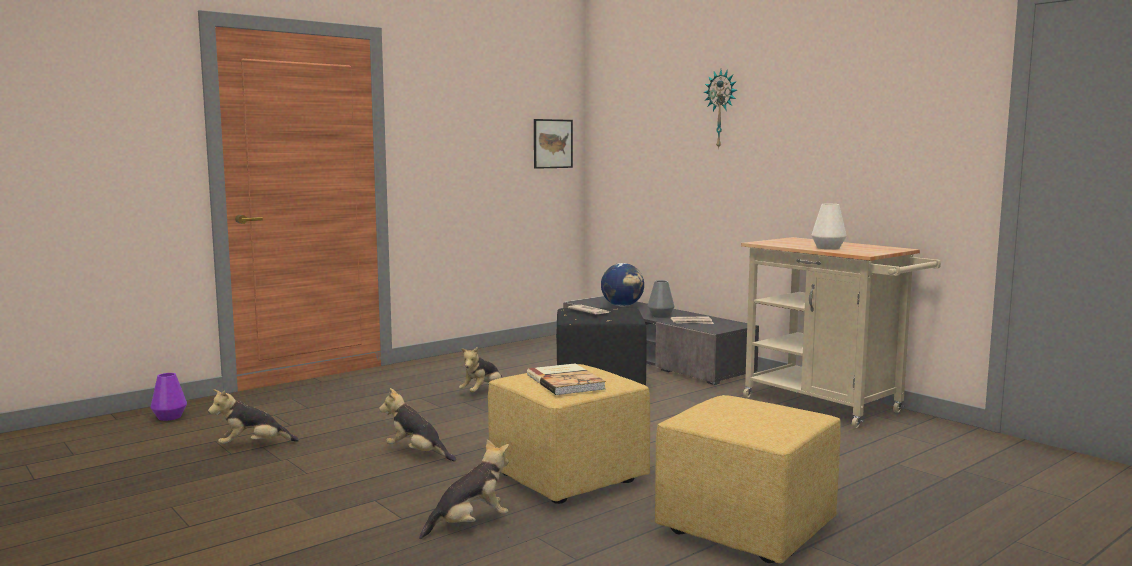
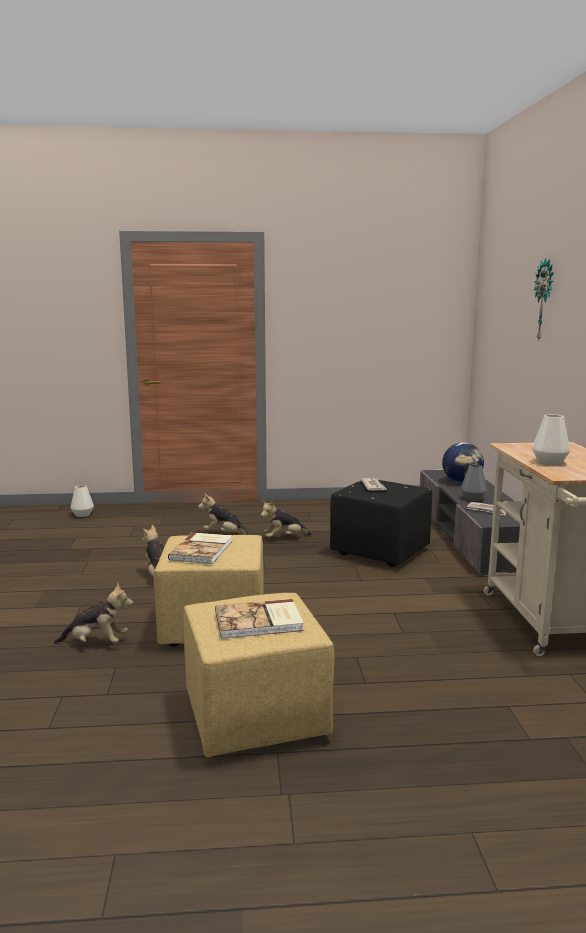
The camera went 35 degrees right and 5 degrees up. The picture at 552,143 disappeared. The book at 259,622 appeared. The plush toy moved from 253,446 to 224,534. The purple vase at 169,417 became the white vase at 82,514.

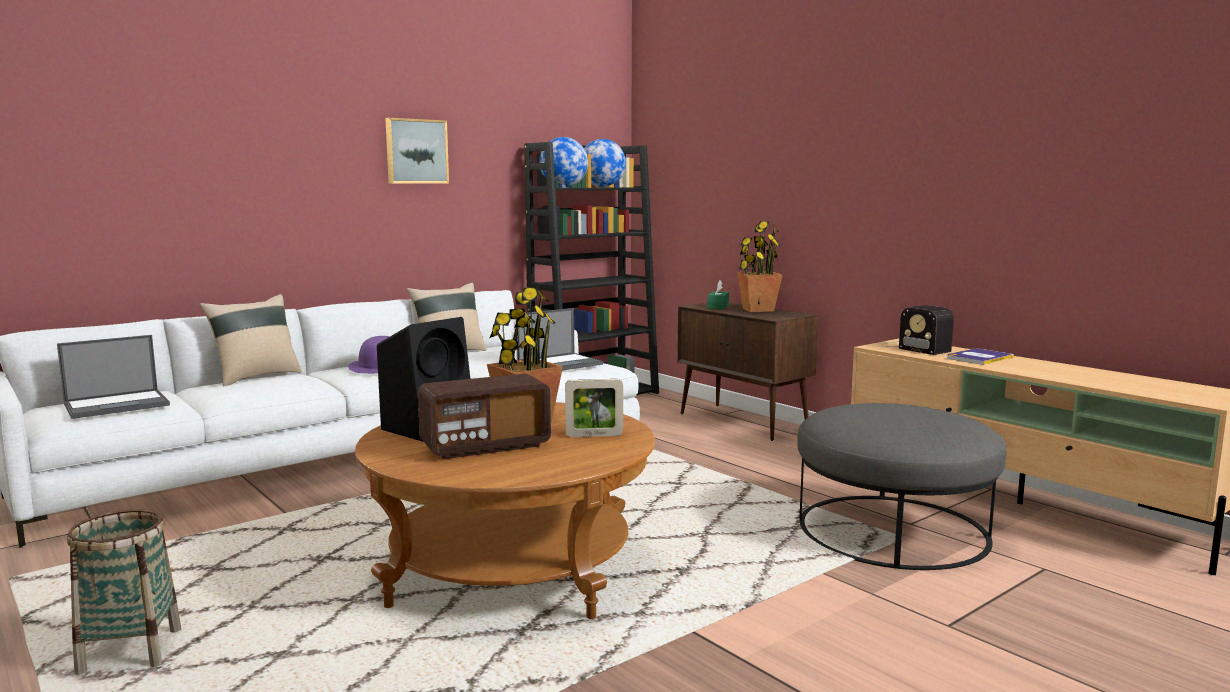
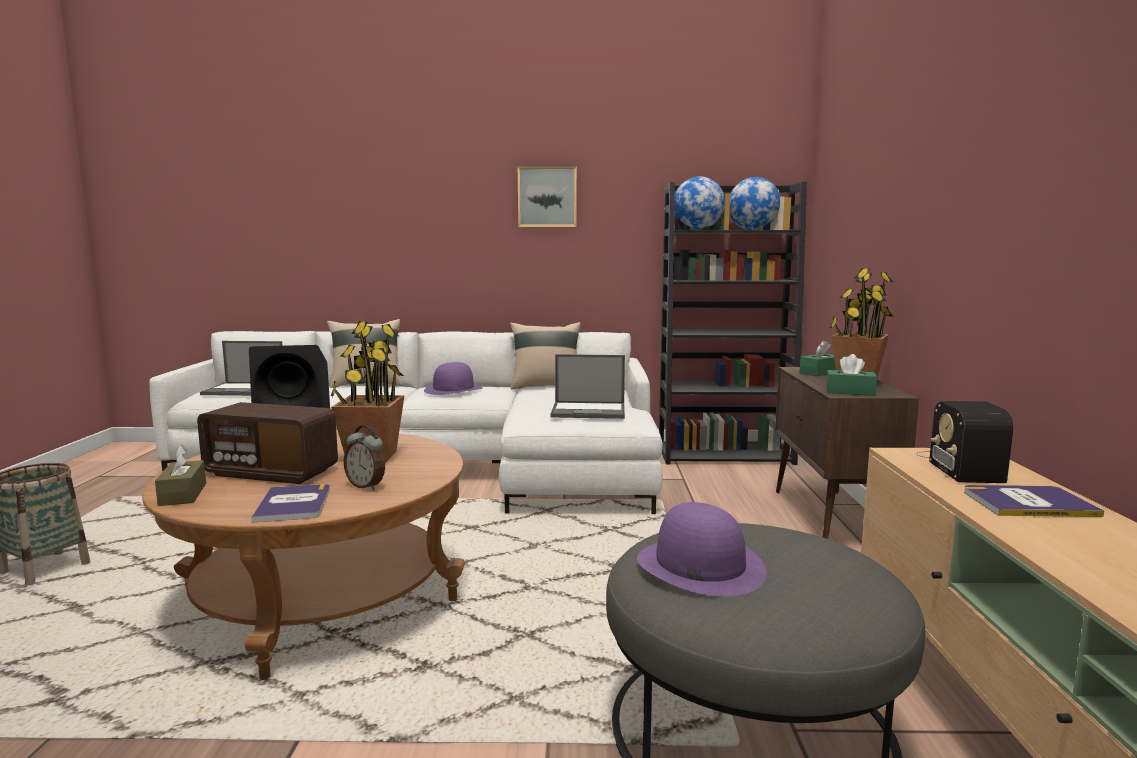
The camera went 40 degrees right and 0 degrees up. The brown tissue box at 183,494 appeared. The book at 293,504 appeared. The purple hat at 699,565 appeared. The green tissue box at 850,392 appeared. The picture frame at 594,435 was replaced by the alarm clock at 366,486.

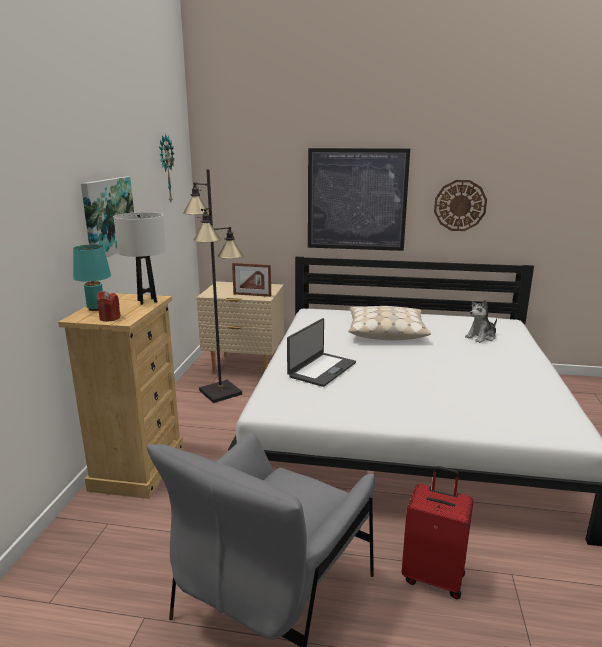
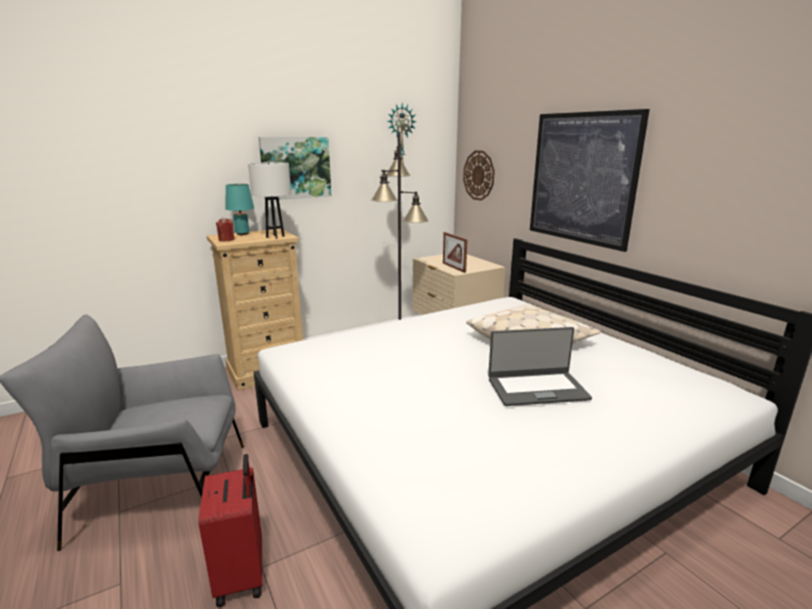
The camera went 50 degrees right and 0 degrees up. The plush toy at 481,337 disappeared. The laptop moved from 321,369 to 537,388. The wall clock moved from 460,205 to 479,175.

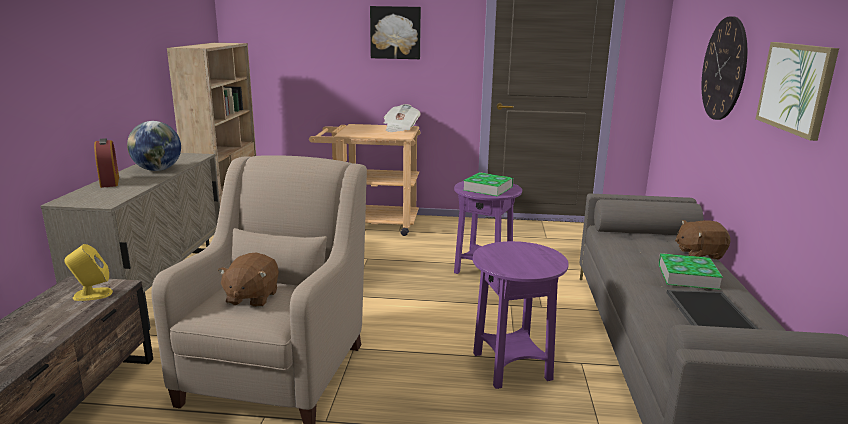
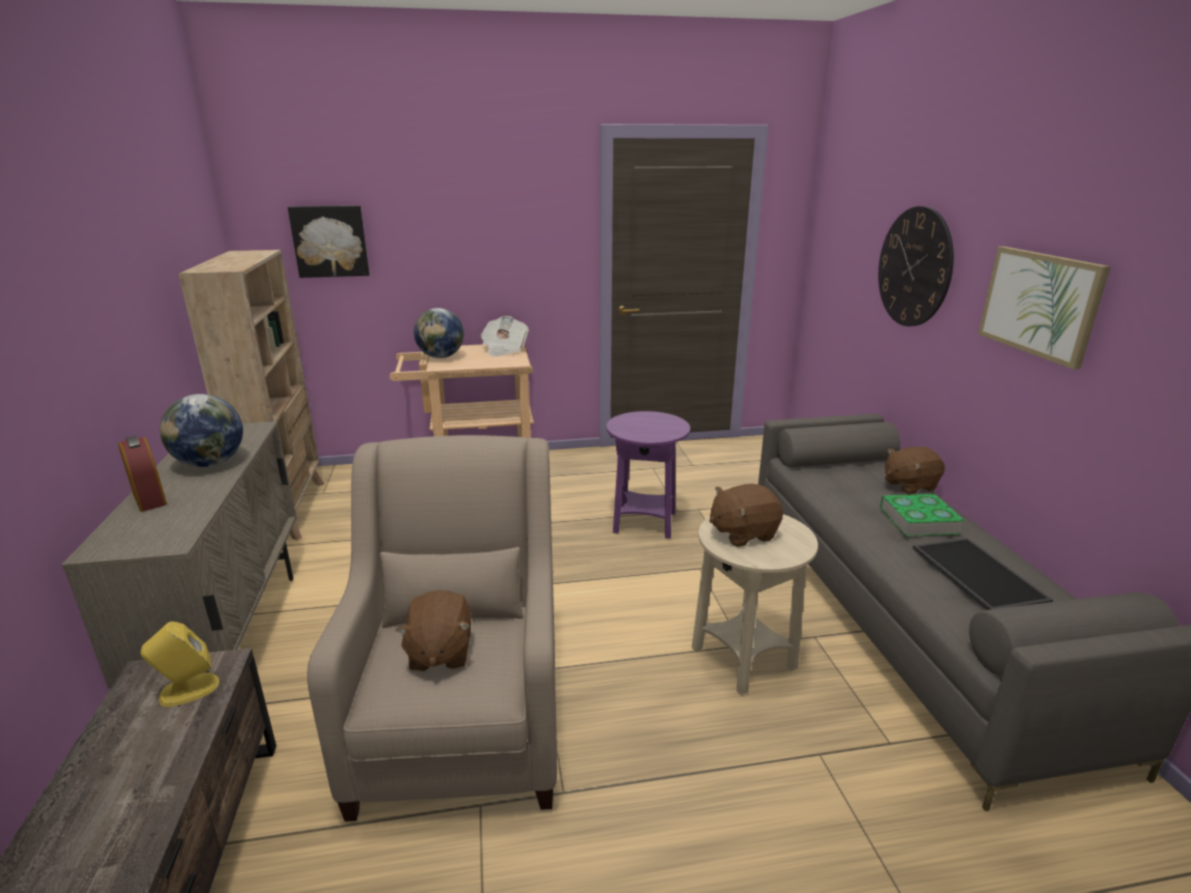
The camera went 15 degrees left and 5 degrees up. The book at 488,188 disappeared. The globe at 441,357 appeared. The brown plush toy at 742,533 appeared. The picture moved from 395,32 to 330,241. The purple side table at 512,367 became the beige side table at 744,659.

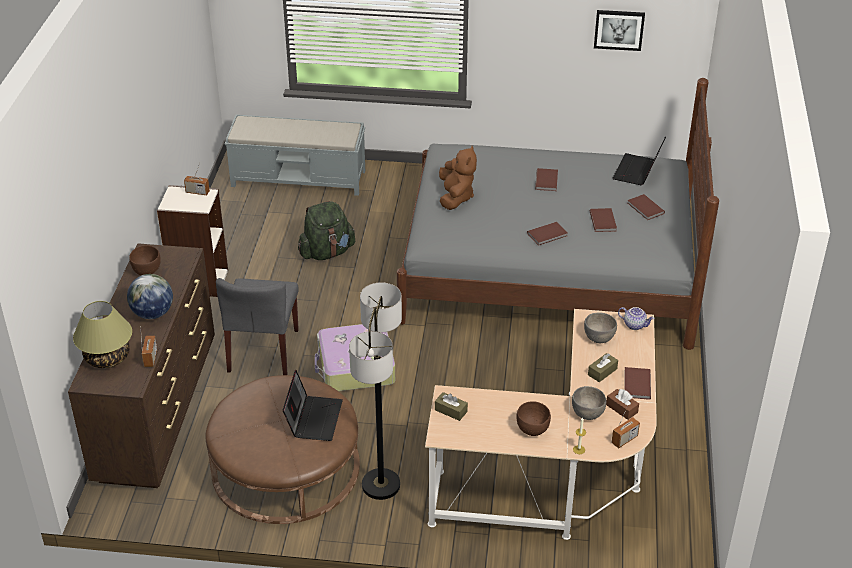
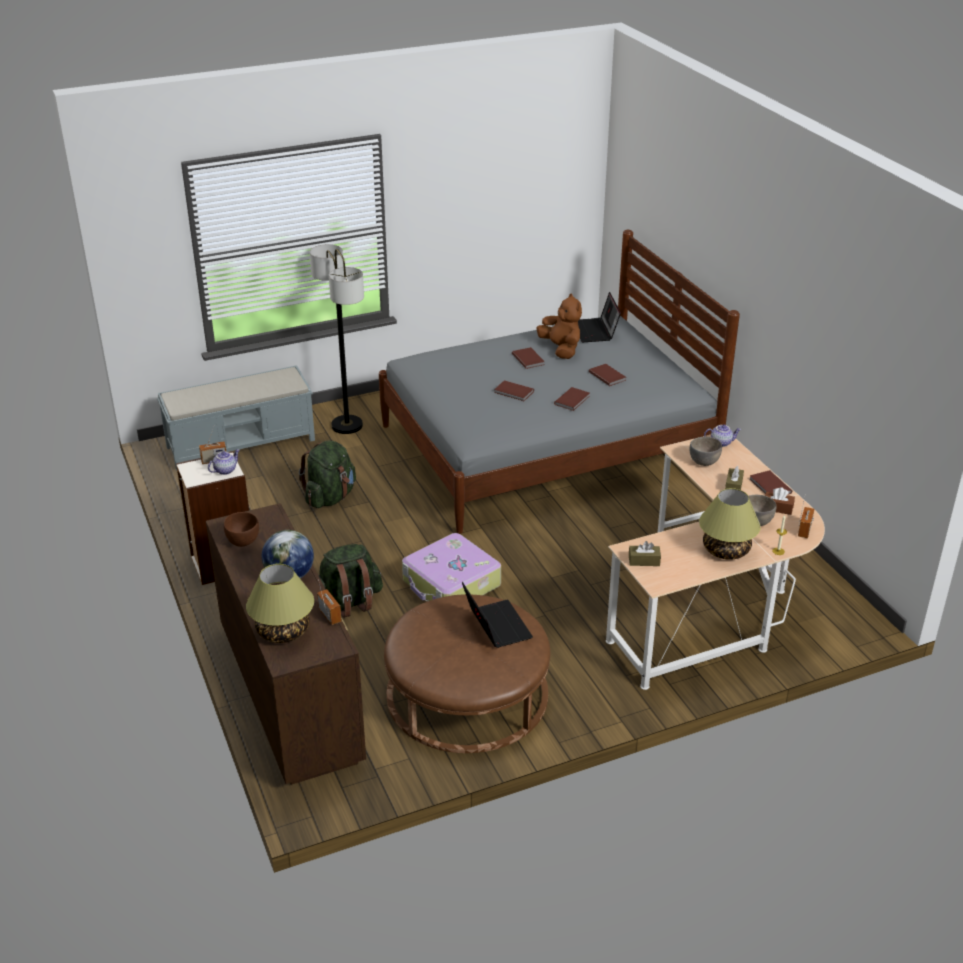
The camera went 30 degrees left and 5 degrees down. The picture at 619,29 disappeared. The teapot at 225,470 appeared. The floor lamp moved from 381,485 to 347,425. The brown plush toy moved from 455,197 to 561,349. The brown book moved from 645,209 to 514,392. The grey chair at 263,351 was replaced by the green backpack at 349,602. The brown bowl at 532,430 was replaced by the table lamp at 726,550.

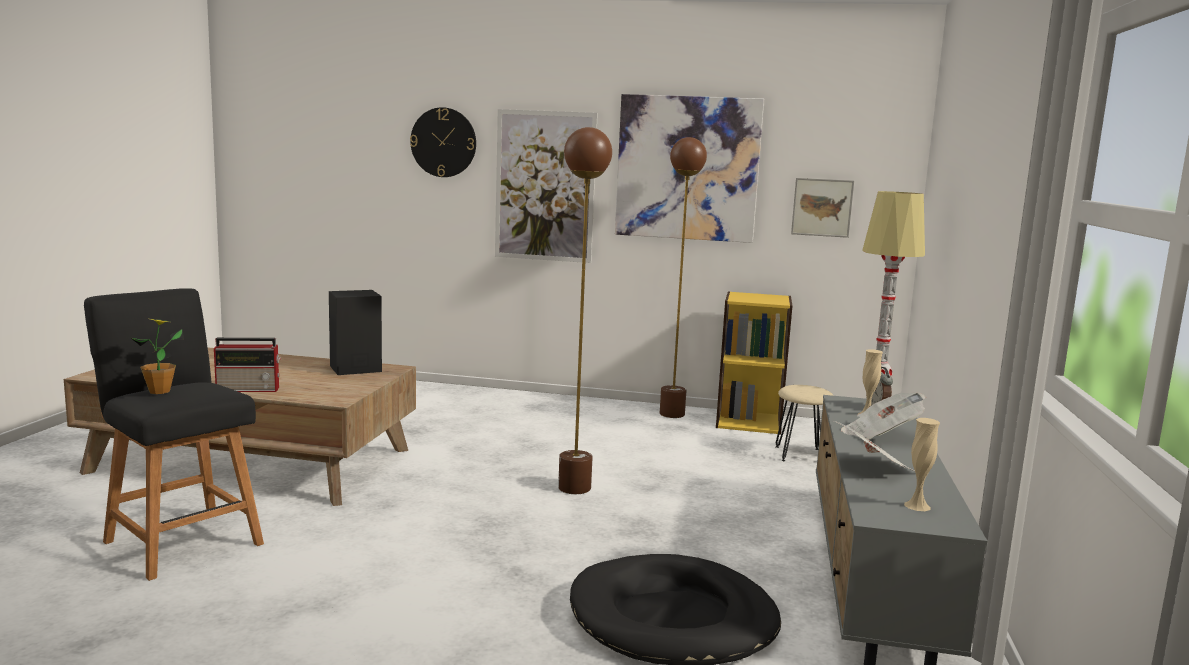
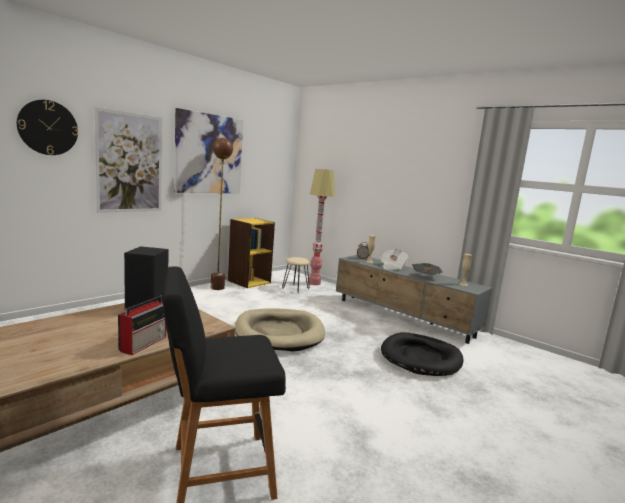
The camera went 60 degrees left and 0 degrees up. The potted plant at 159,391 disappeared. The picture at 822,207 disappeared. The brown floor lamp at 574,488 was replaced by the beige dog bed at 279,333.

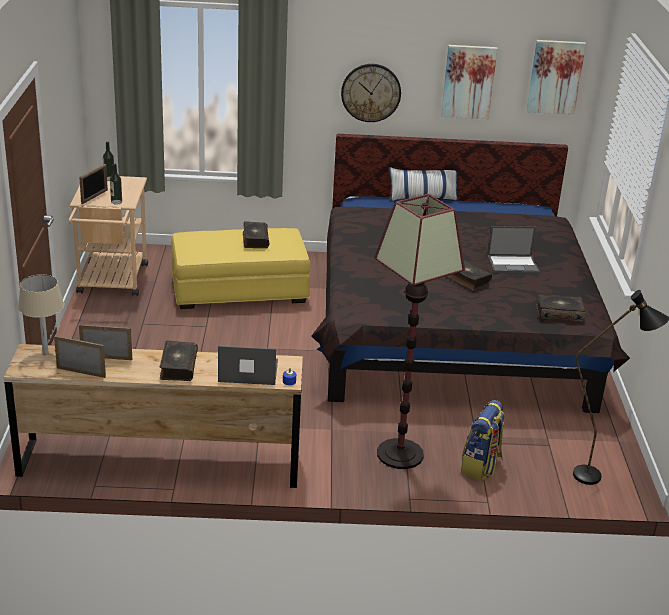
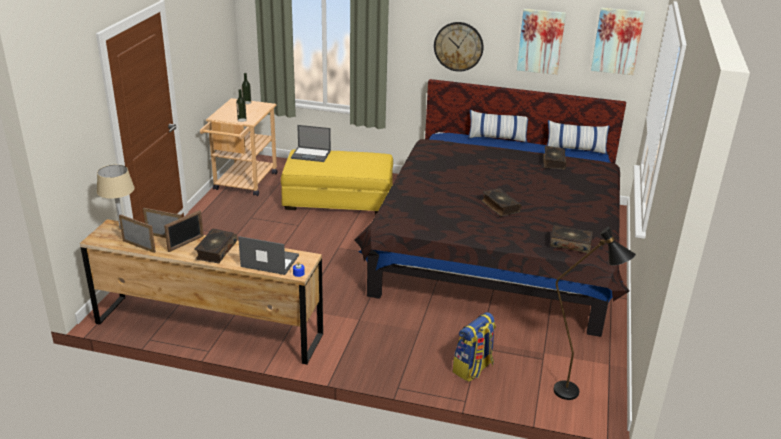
The camera went 15 degrees right and 0 degrees up. The floor lamp at 400,454 disappeared. The pillow at 575,149 appeared. The picture frame moved from 94,197 to 186,244. The book moved from 255,240 to 553,162. The laptop moved from 513,264 to 311,154.

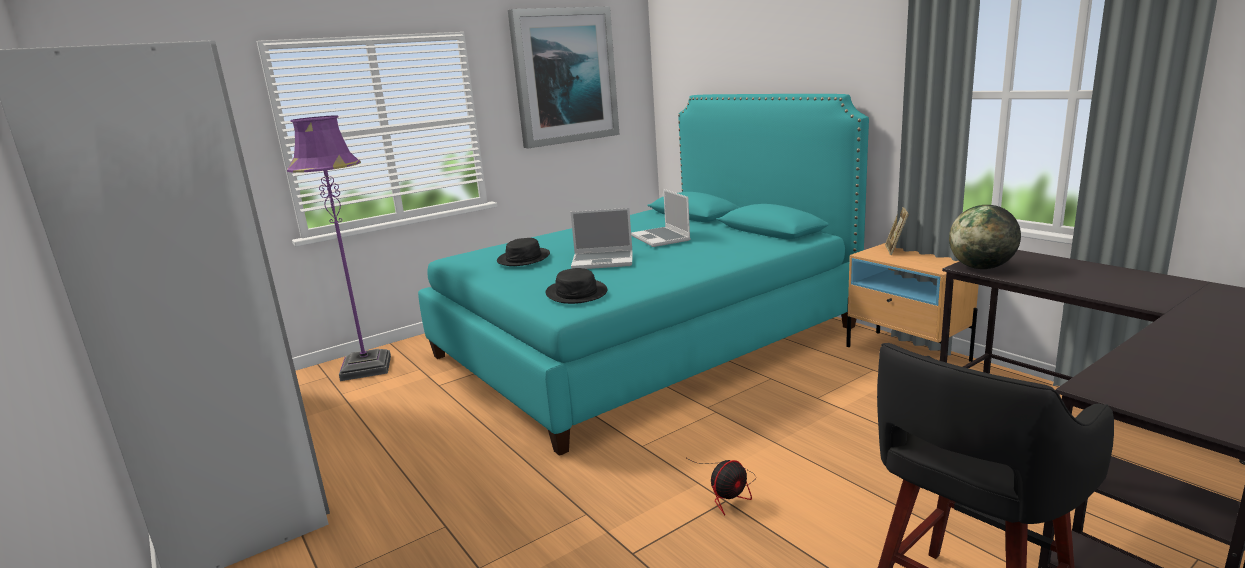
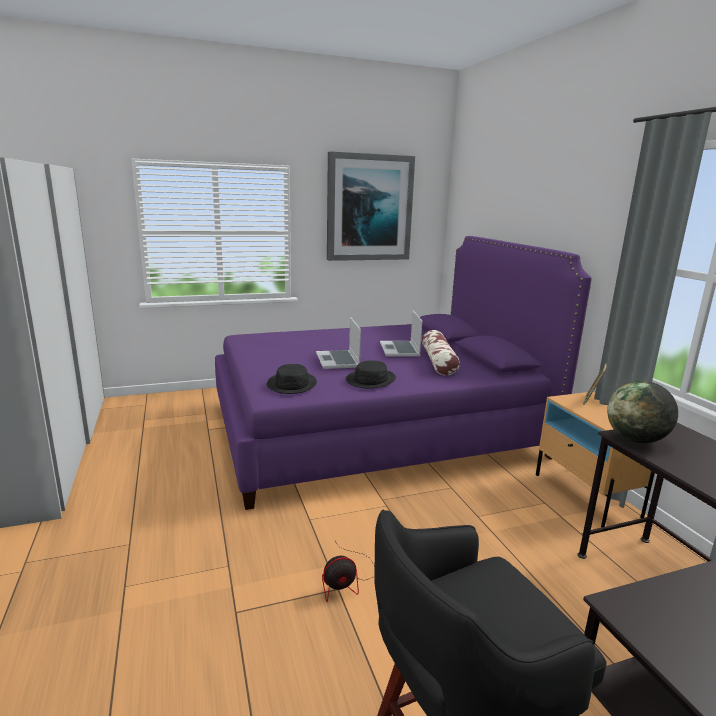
The camera went 15 degrees right and 0 degrees up. The purple floor lamp at 366,368 disappeared. The pillow at 438,362 appeared. The black hat moved from 524,258 to 371,380. The turquoise bed at 644,341 became the purple bed at 375,429. The laptop at 603,261 turned 60 degrees clockwise.

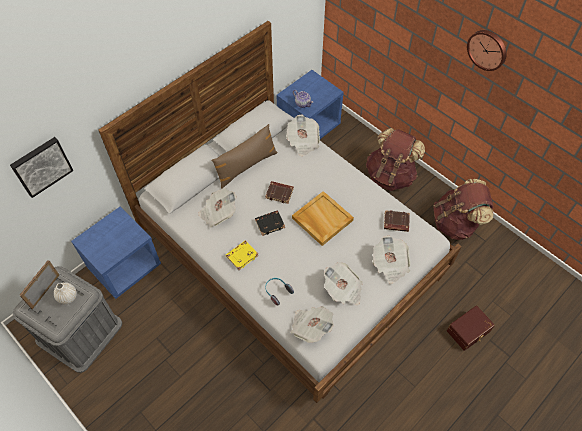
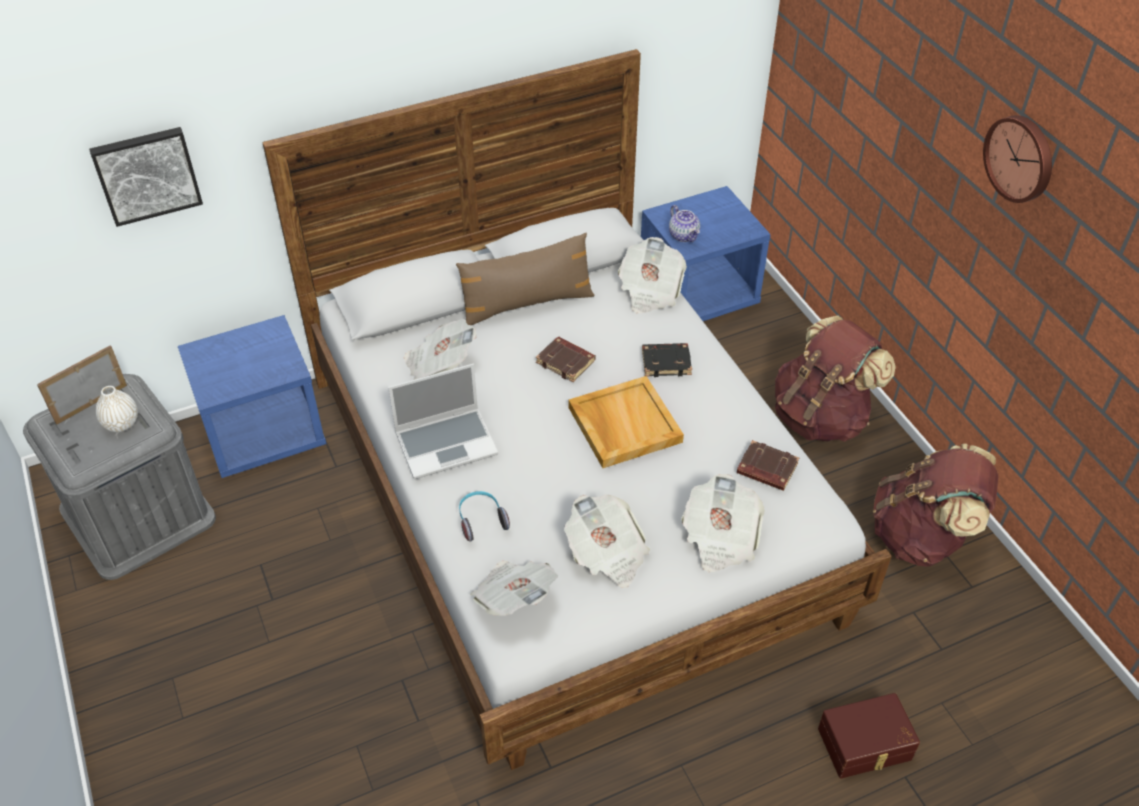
The camera went 20 degrees right and 10 degrees down. The black book moved from 270,223 to 666,362. The yellow book at 242,256 was replaced by the laptop at 447,443.

